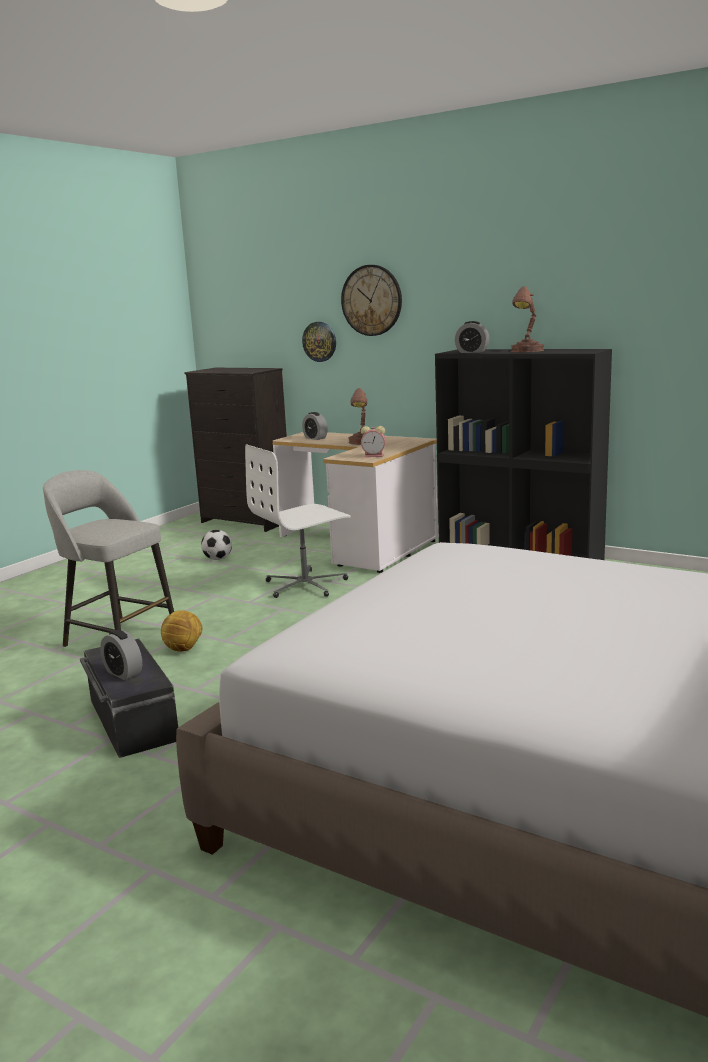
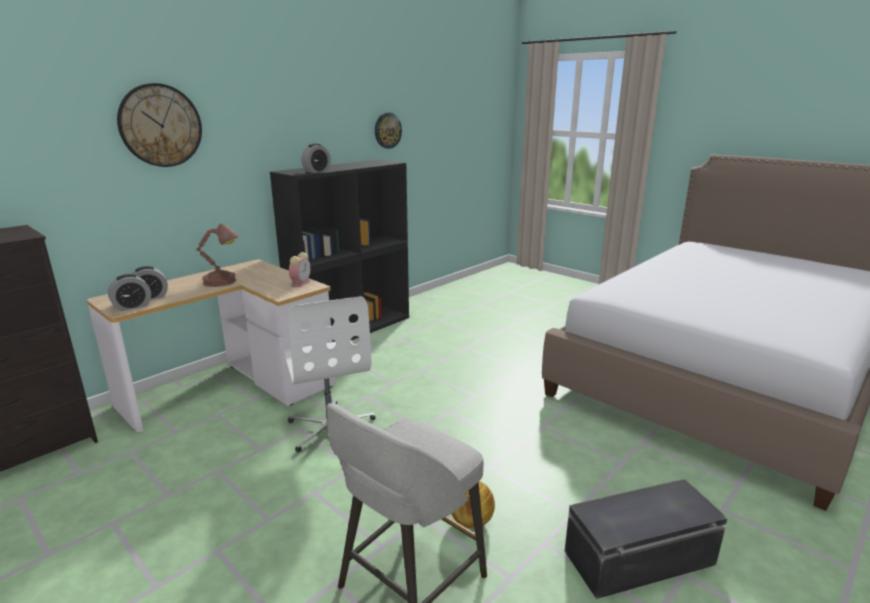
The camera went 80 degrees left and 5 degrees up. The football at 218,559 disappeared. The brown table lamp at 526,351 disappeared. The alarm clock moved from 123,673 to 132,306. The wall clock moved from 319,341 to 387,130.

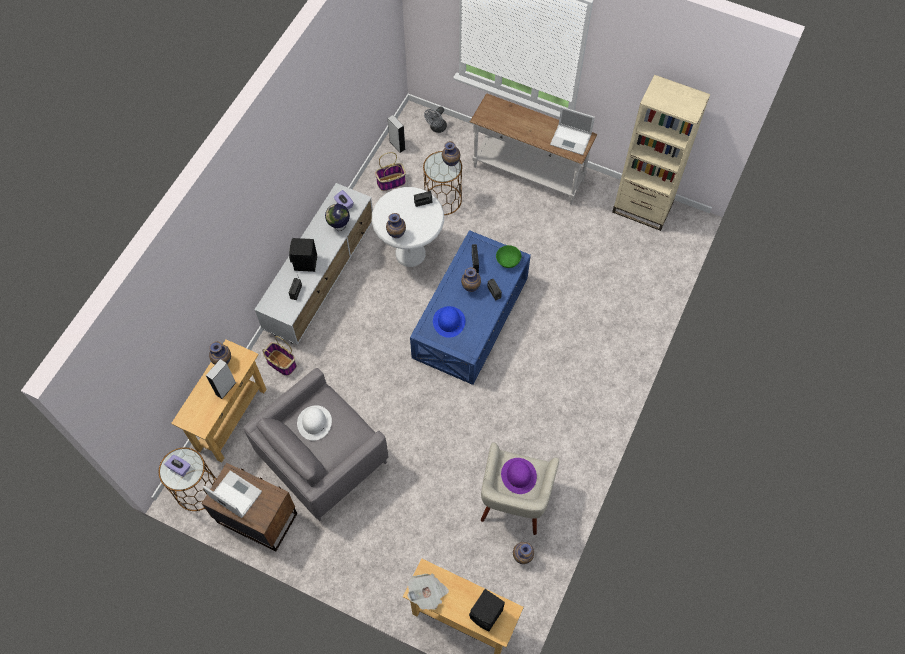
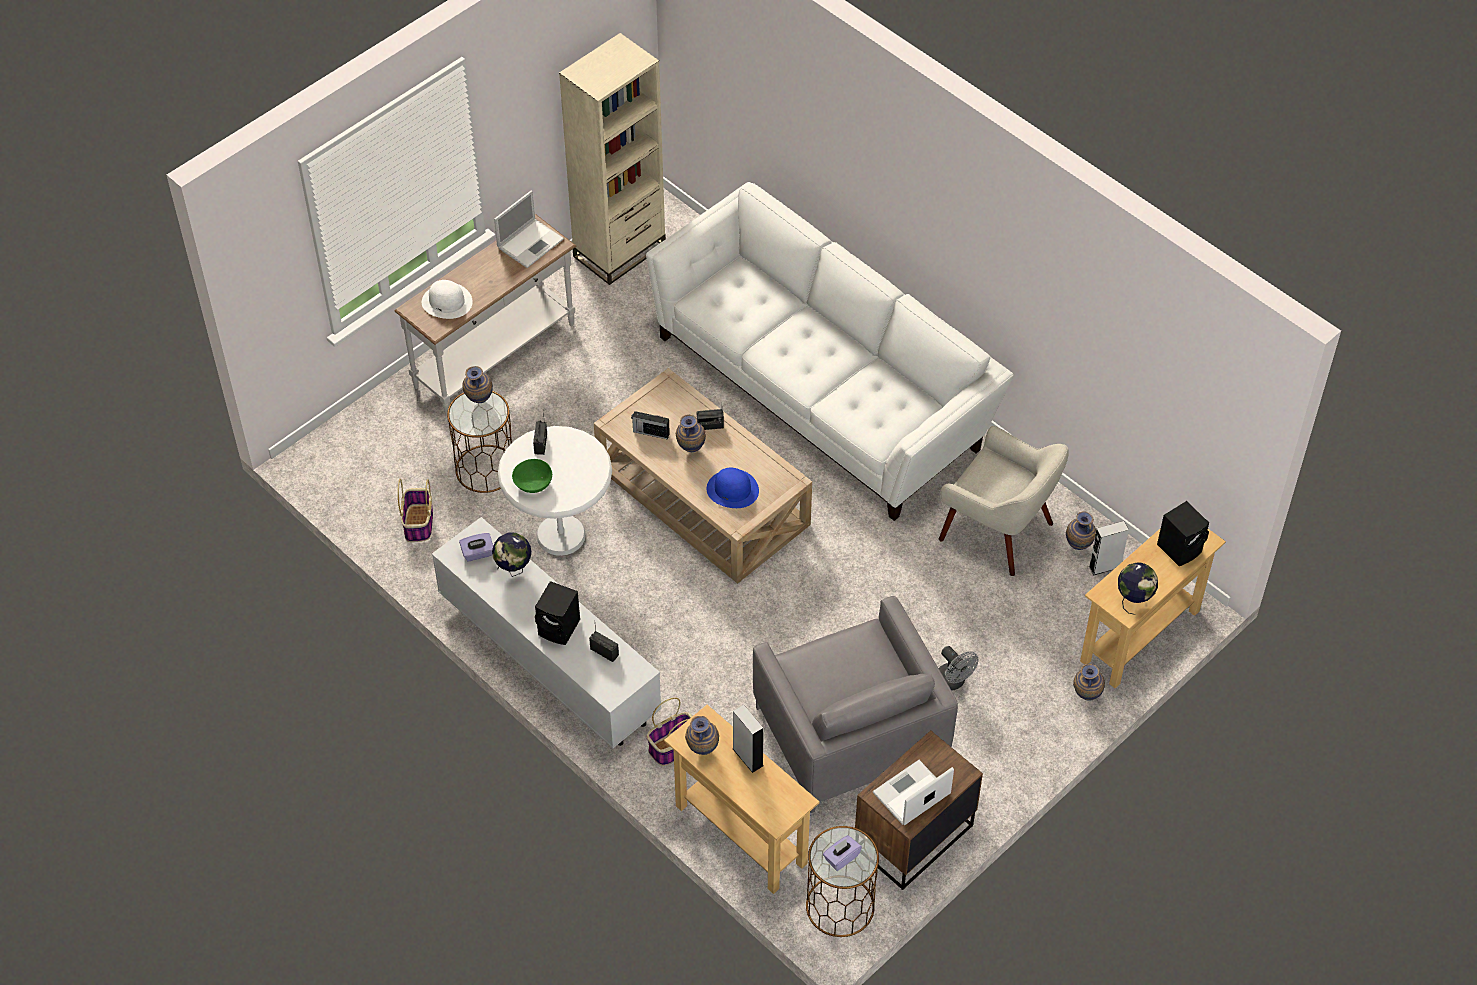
The camera went 70 degrees left and 10 degrees down. The purple hat at 518,475 disappeared. The white sofa at 824,388 appeared. The white hat moved from 314,422 to 447,302. The vase moved from 396,235 to 1085,696. The grey speaker moved from 397,145 to 1105,566. The grey fan moved from 436,128 to 953,682. The green bowl moved from 508,261 to 533,484. The newspaper at 428,593 was replaced by the globe at 1133,600. The blue coffee table at 471,317 became the beige coffee table at 703,495.

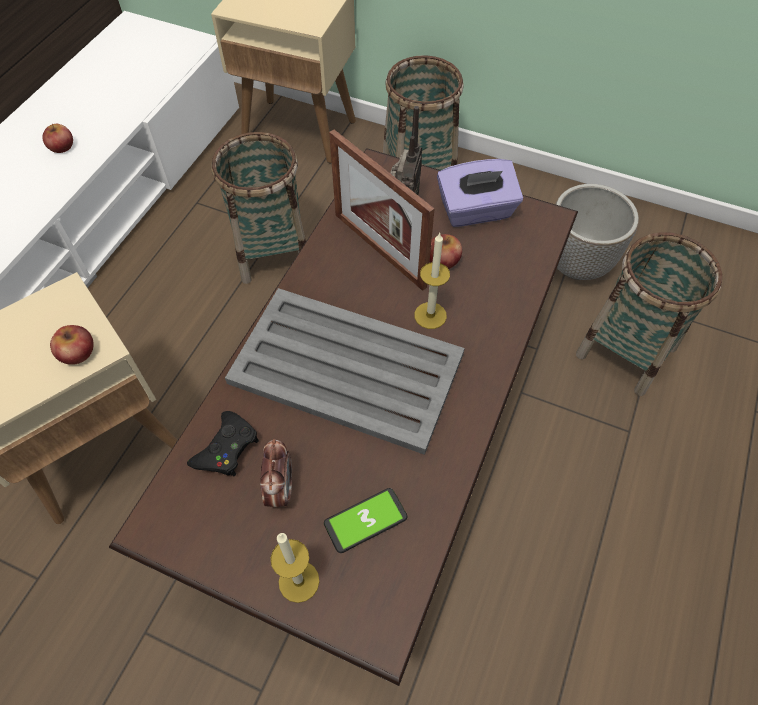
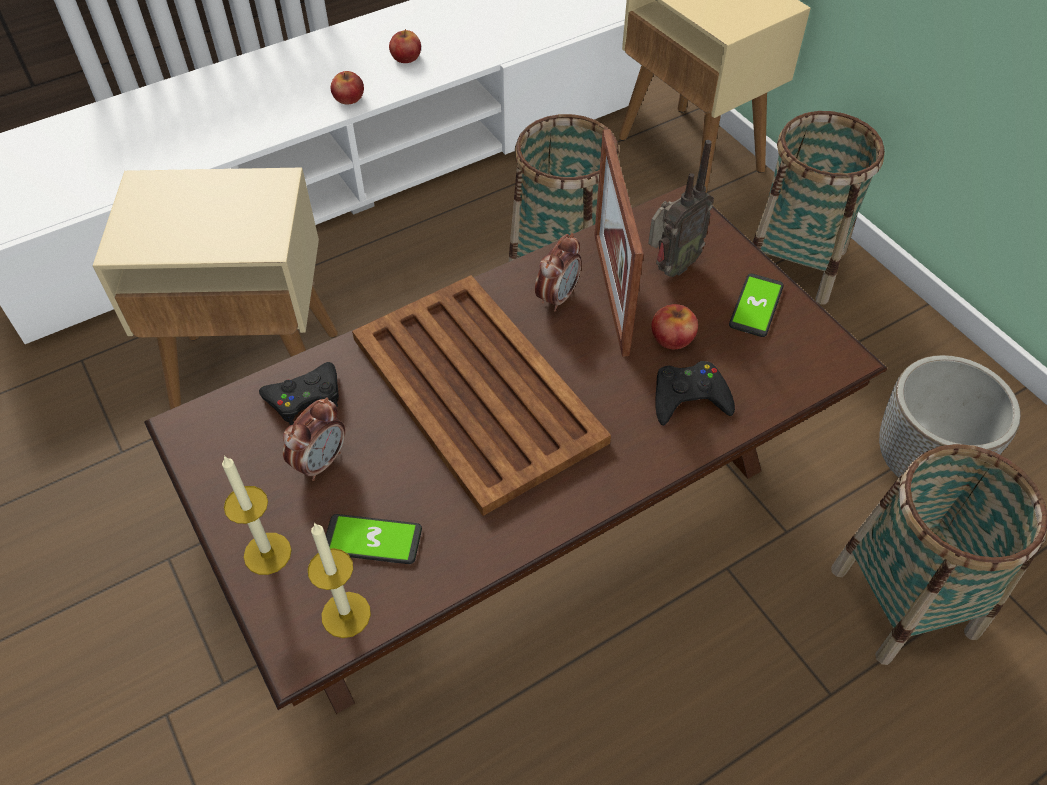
The camera went 35 degrees right and 5 degrees down. The alarm clock at 557,297 appeared. The black game controller at 689,398 appeared. The apple moved from 77,352 to 349,98. The candle moved from 430,315 to 346,614. The purple tissue box at 476,211 was replaced by the phone at 756,306. The grey tray at 344,367 became the brown tray at 476,387.

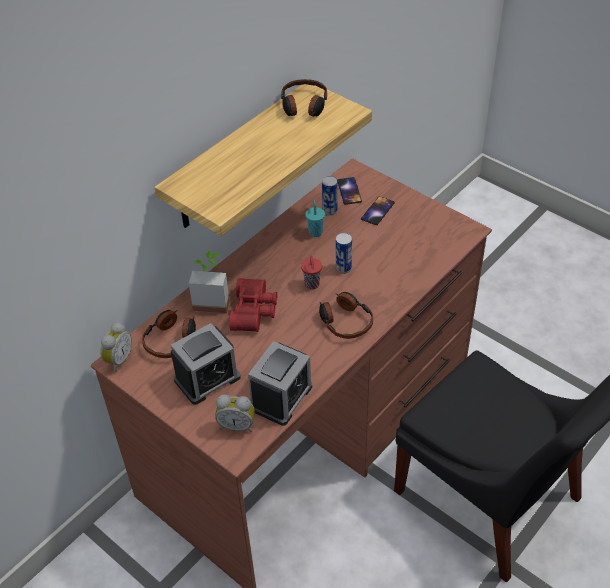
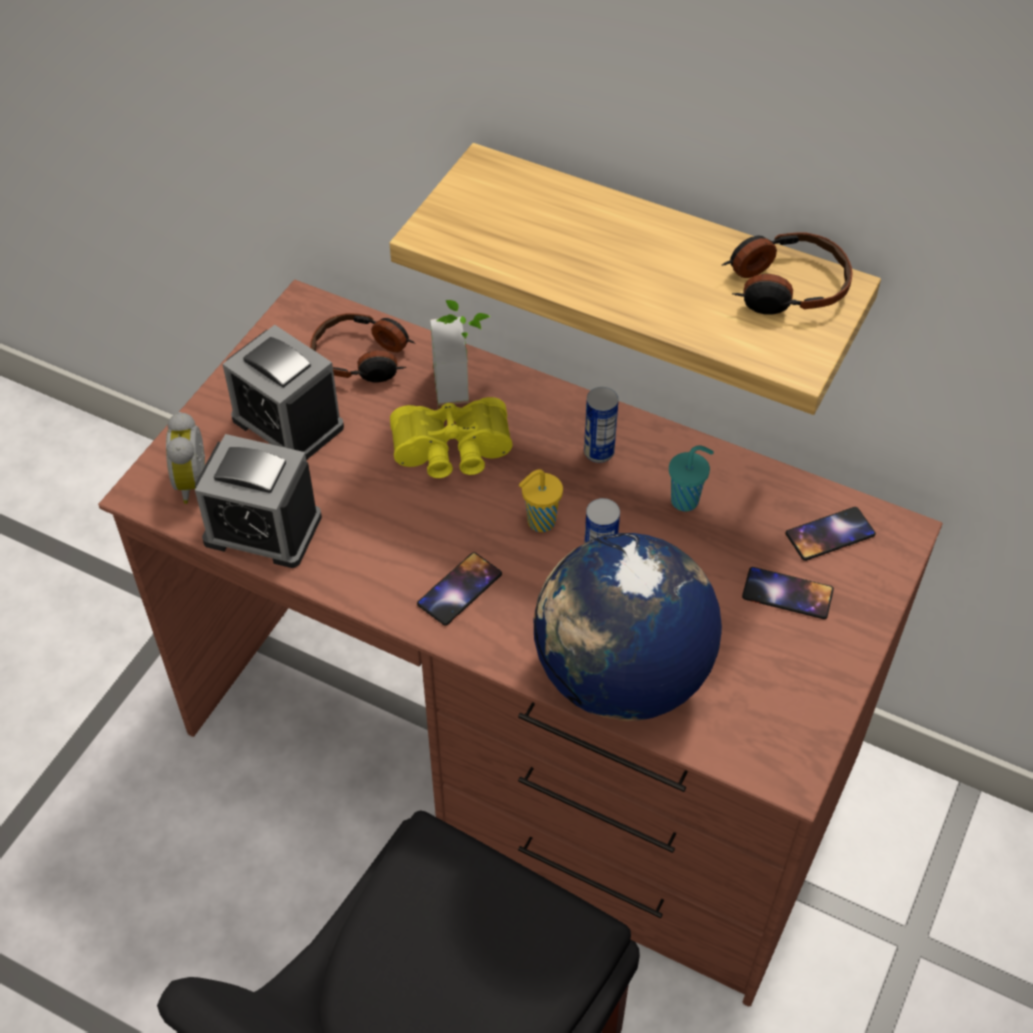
The camera went 75 degrees right and 5 degrees up. The alarm clock at 118,359 disappeared. The globe at 620,676 appeared. The can moved from 329,211 to 599,452. The headphones at 345,321 was replaced by the phone at 459,589. The red binoculars at 255,311 became the yellow binoculars at 452,453. The red cup at 312,285 became the yellow cup at 539,522.

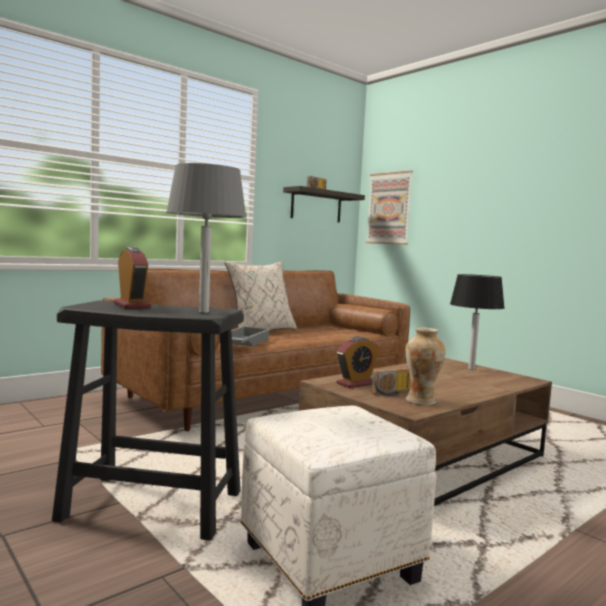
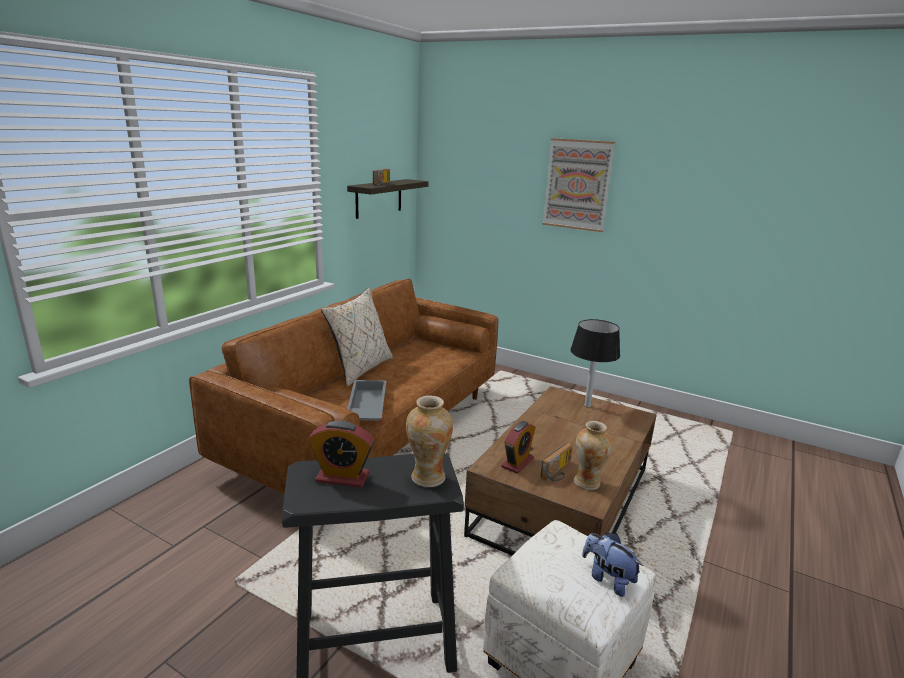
The camera went 20 degrees left and 15 degrees up. The plush toy at 607,578 appeared. The picture moved from 389,208 to 577,185. The grey table lamp at 204,312 was replaced by the vase at 428,477. The alarm clock at 131,305 turned 150 degrees clockwise.

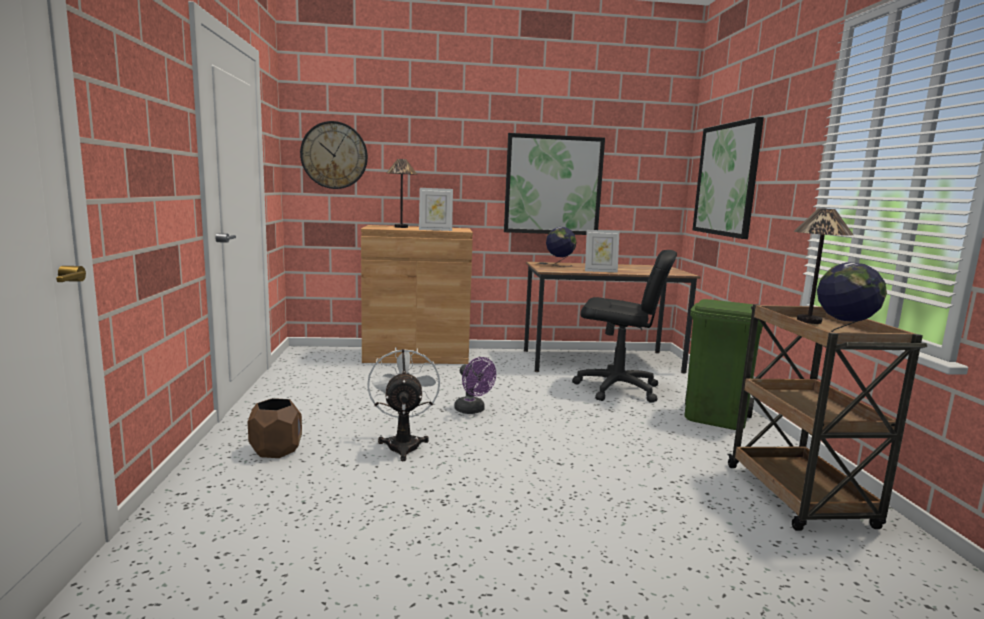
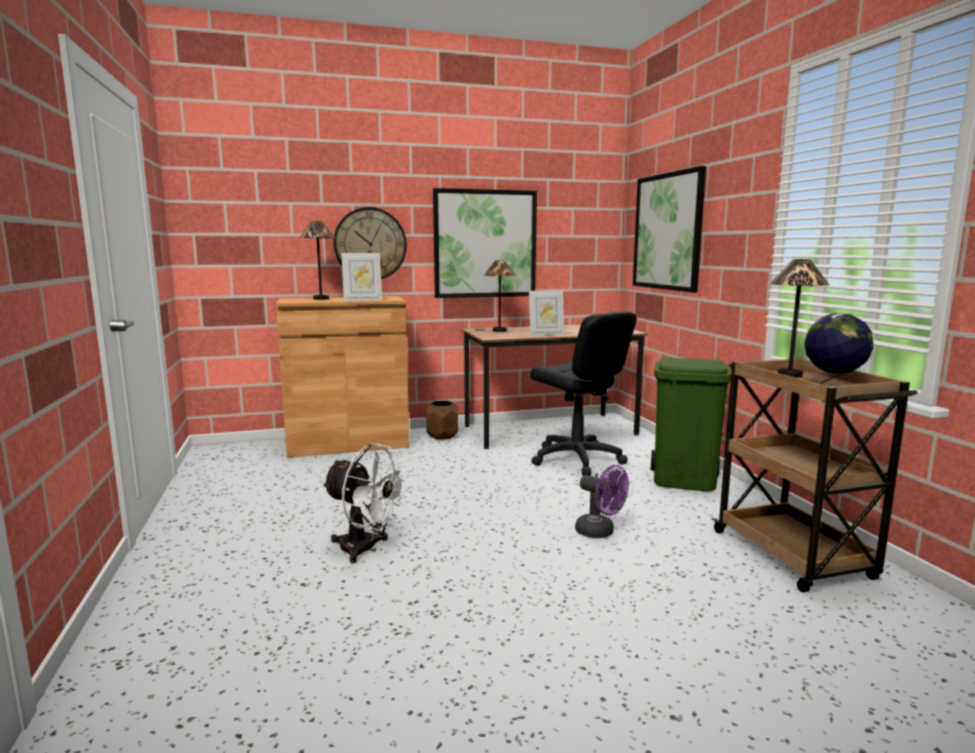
The camera went 10 degrees left and 0 degrees up. The brown planter moved from 276,450 to 442,436. The wall clock moved from 334,155 to 370,244. The purple fan moved from 472,410 to 600,532. The globe at 559,265 was replaced by the table lamp at 499,331. The white fan at 403,443 turned 135 degrees clockwise. The black office chair at 617,389 turned 45 degrees clockwise.

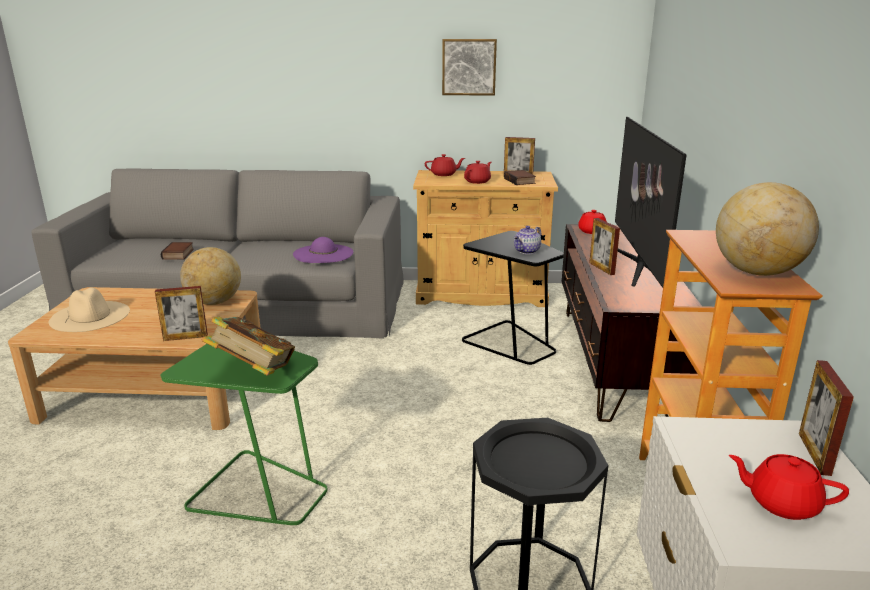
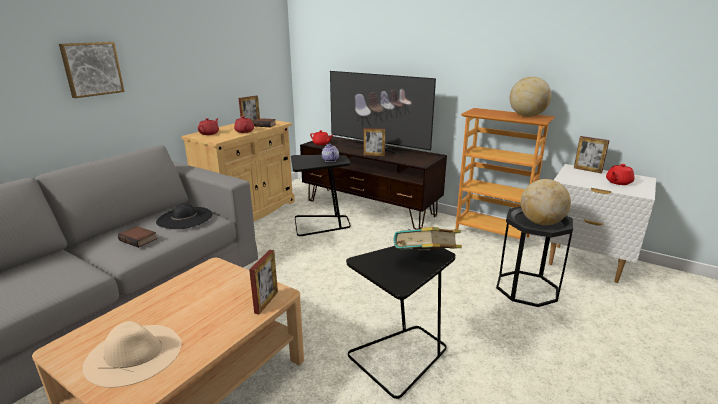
The camera went 60 degrees left and 0 degrees up. The book moved from 179,254 to 139,239. The globe moved from 214,302 to 541,223. The picture moved from 469,67 to 92,69. The green side table at 260,492 became the black side table at 400,357. The purple hat at 323,254 became the black hat at 184,218.

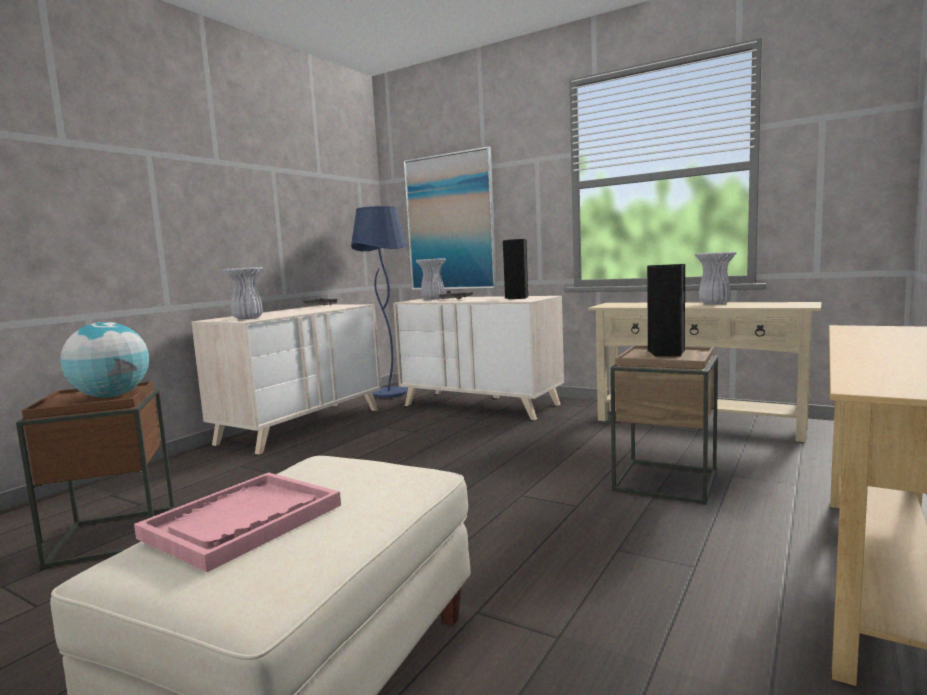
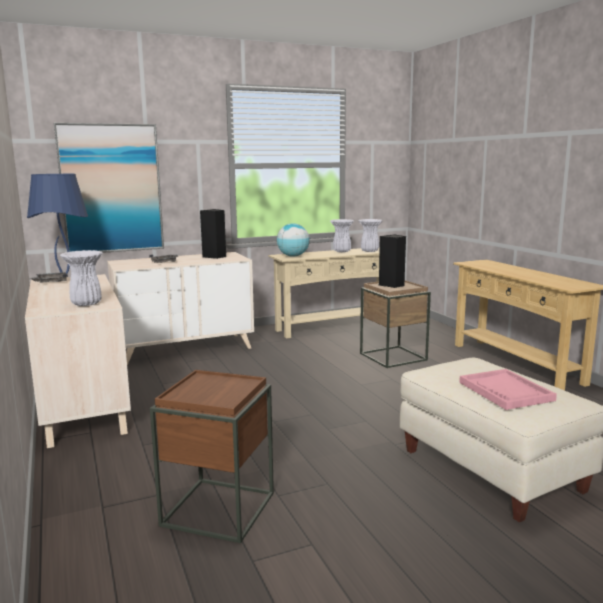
The camera went 55 degrees left and 5 degrees up. The globe moved from 111,396 to 293,256. The white vase moved from 432,299 to 369,251.

